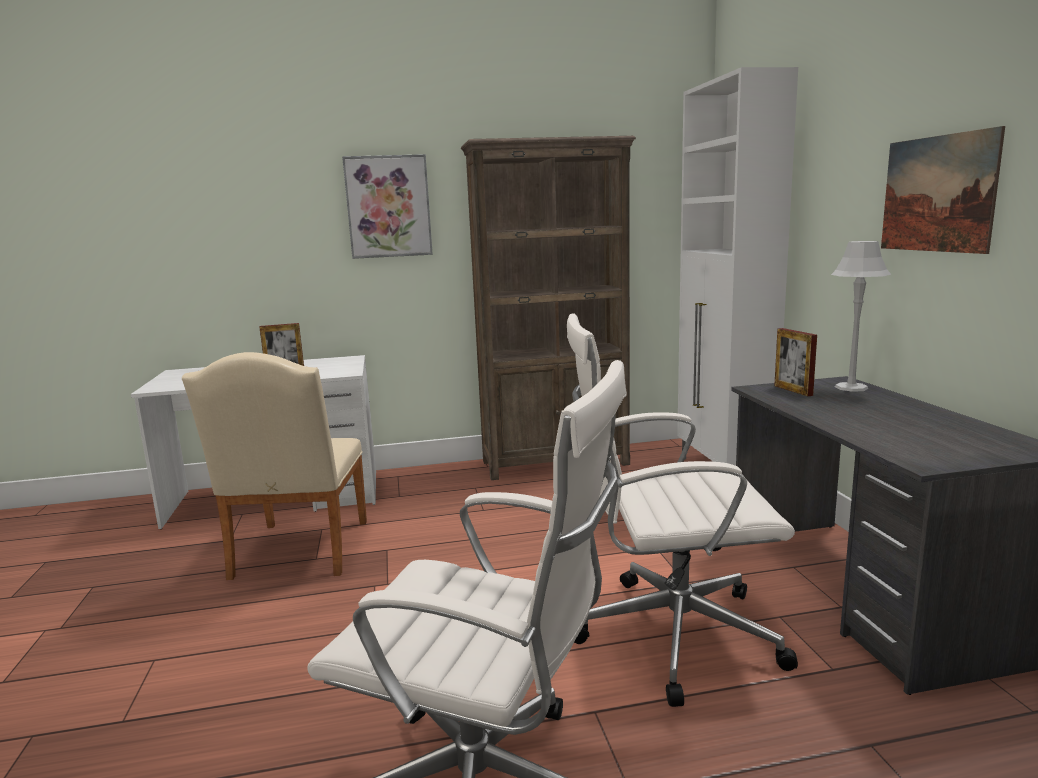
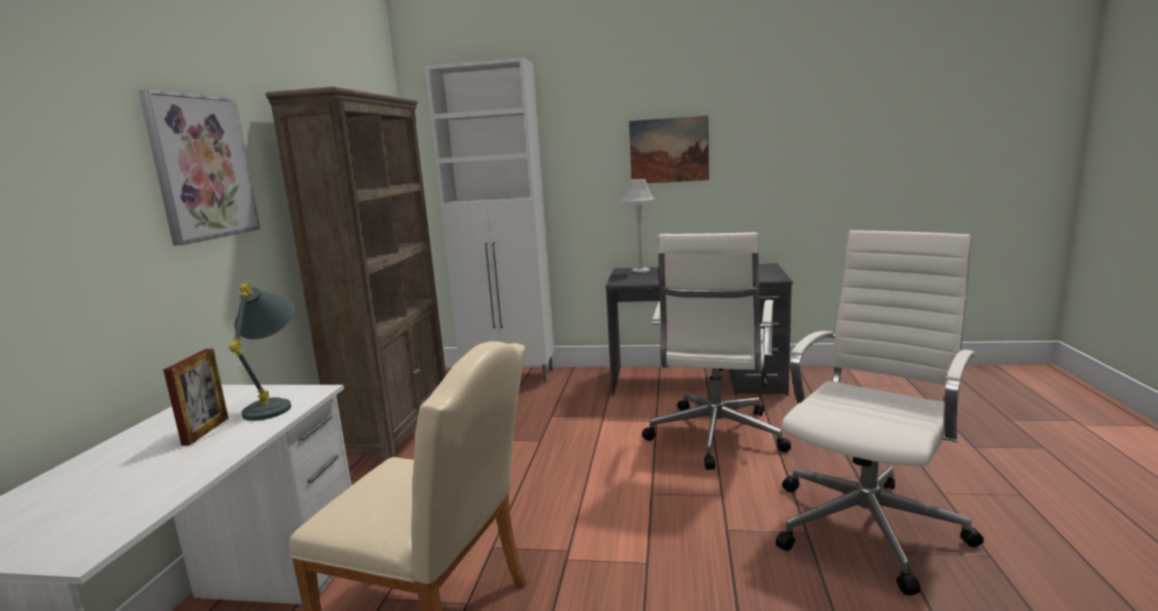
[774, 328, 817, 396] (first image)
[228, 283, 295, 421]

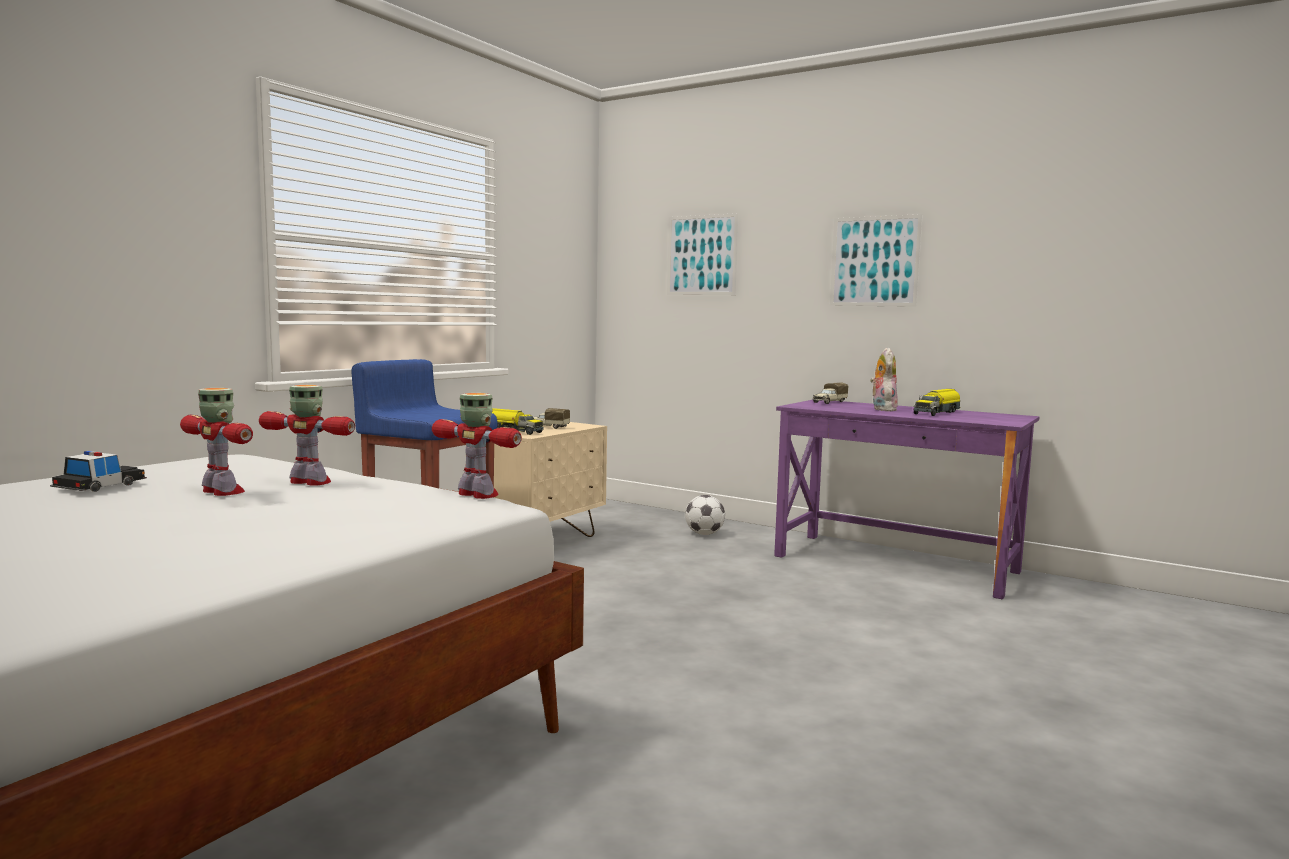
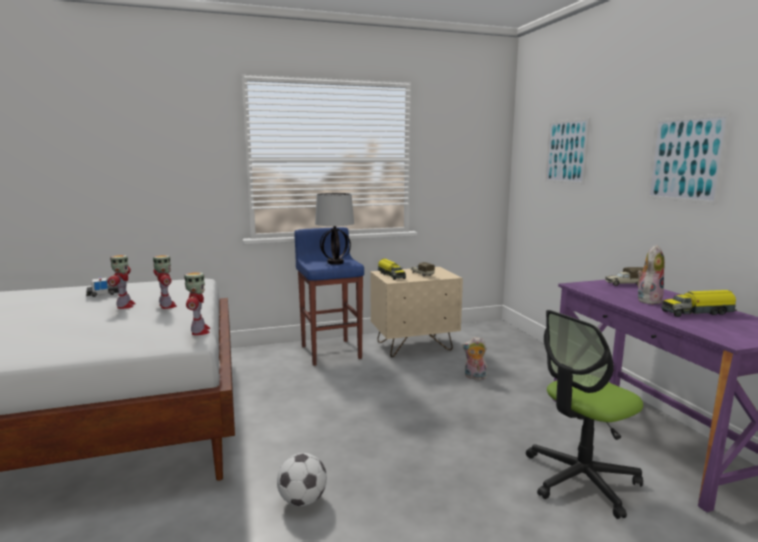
[277, 453, 327, 506]
[315, 193, 354, 265]
[462, 337, 488, 380]
[526, 310, 643, 519]

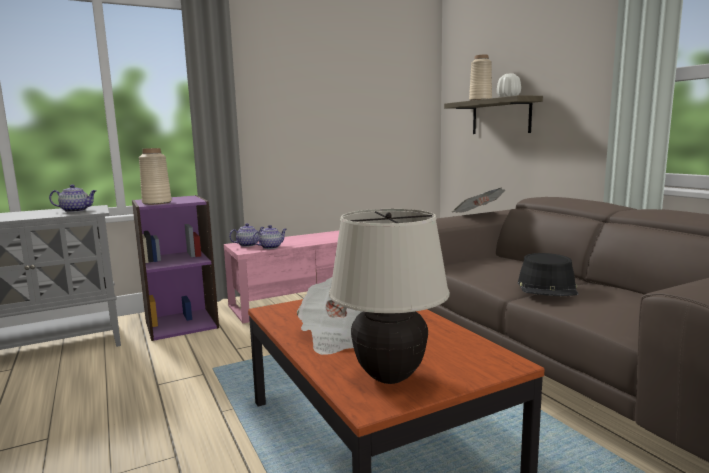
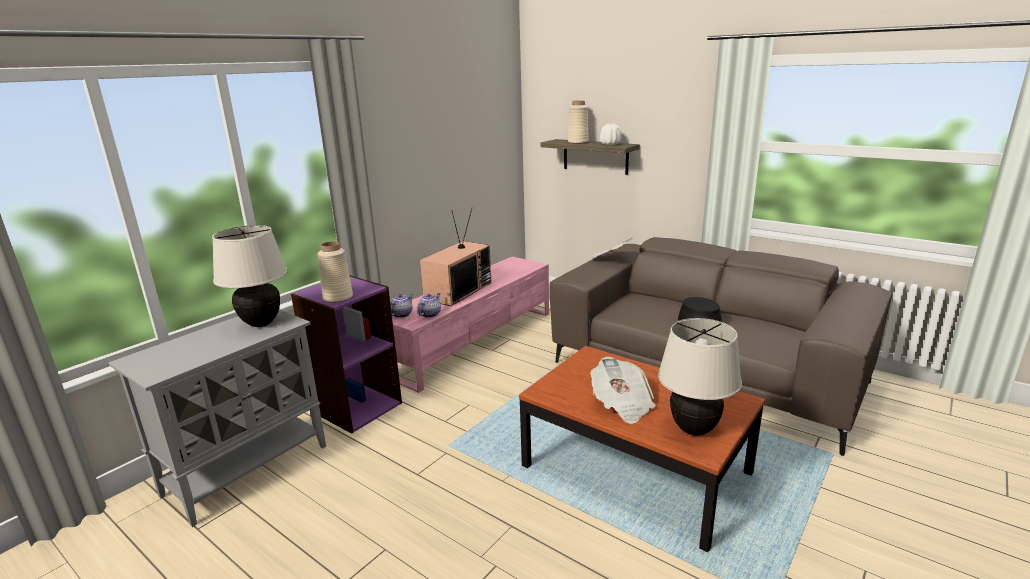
[212, 225, 288, 327]
[420, 207, 491, 306]

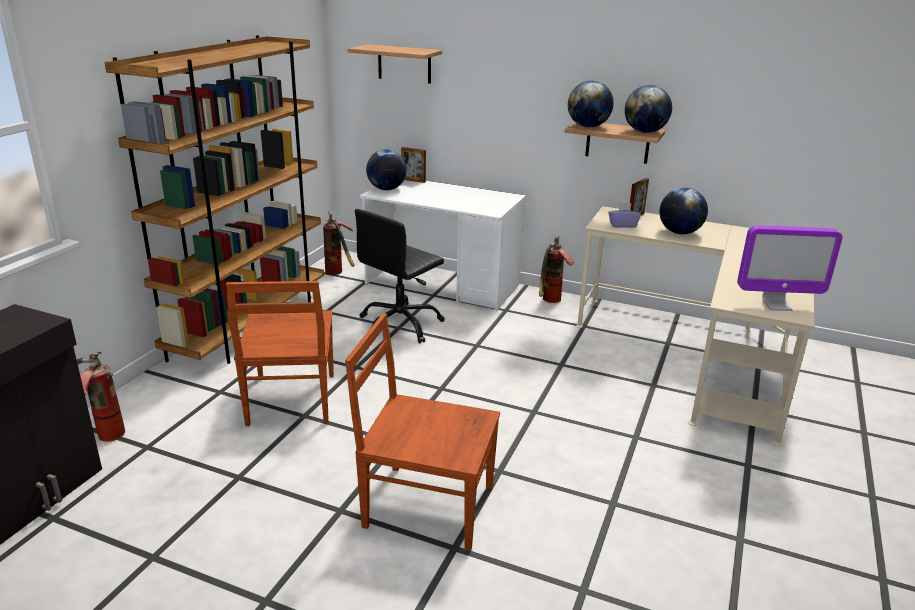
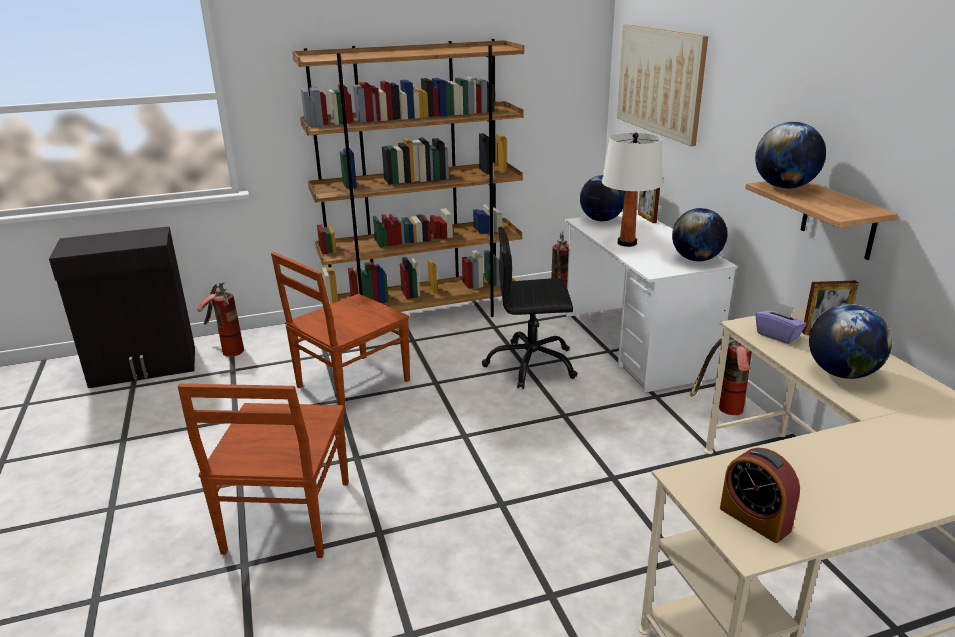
[177, 384, 349, 558]
[617, 24, 708, 146]
[672, 208, 727, 262]
[720, 448, 800, 543]
[602, 132, 662, 247]

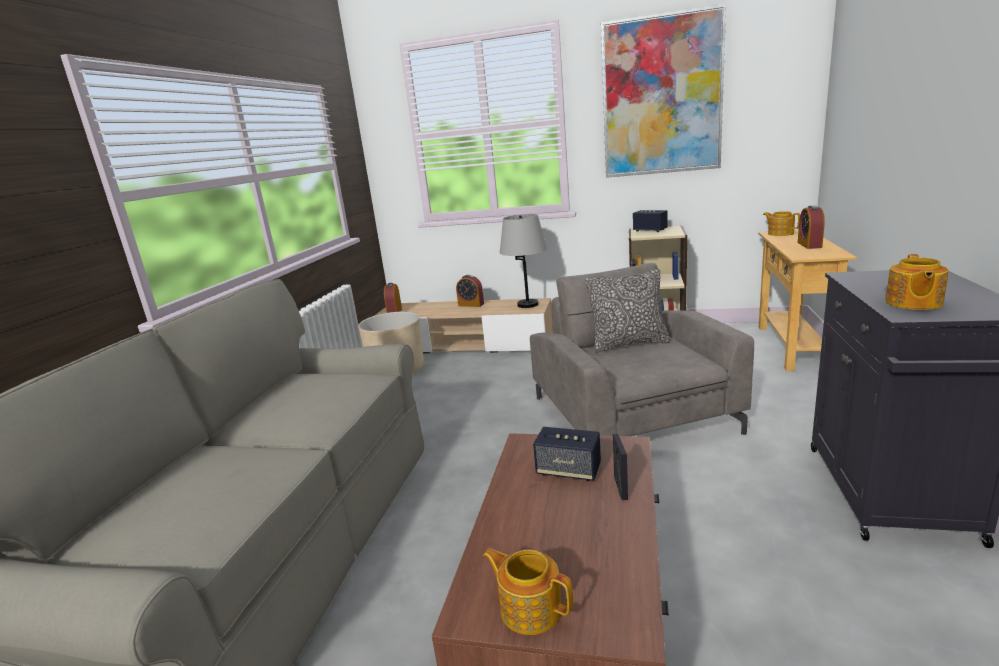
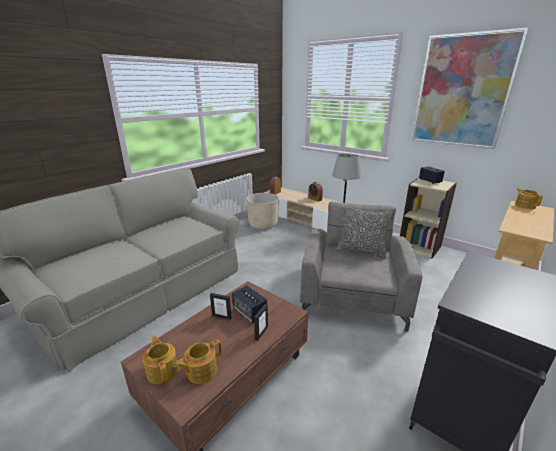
[798, 205, 825, 249] (first image)
[174, 340, 222, 384]
[210, 293, 232, 320]

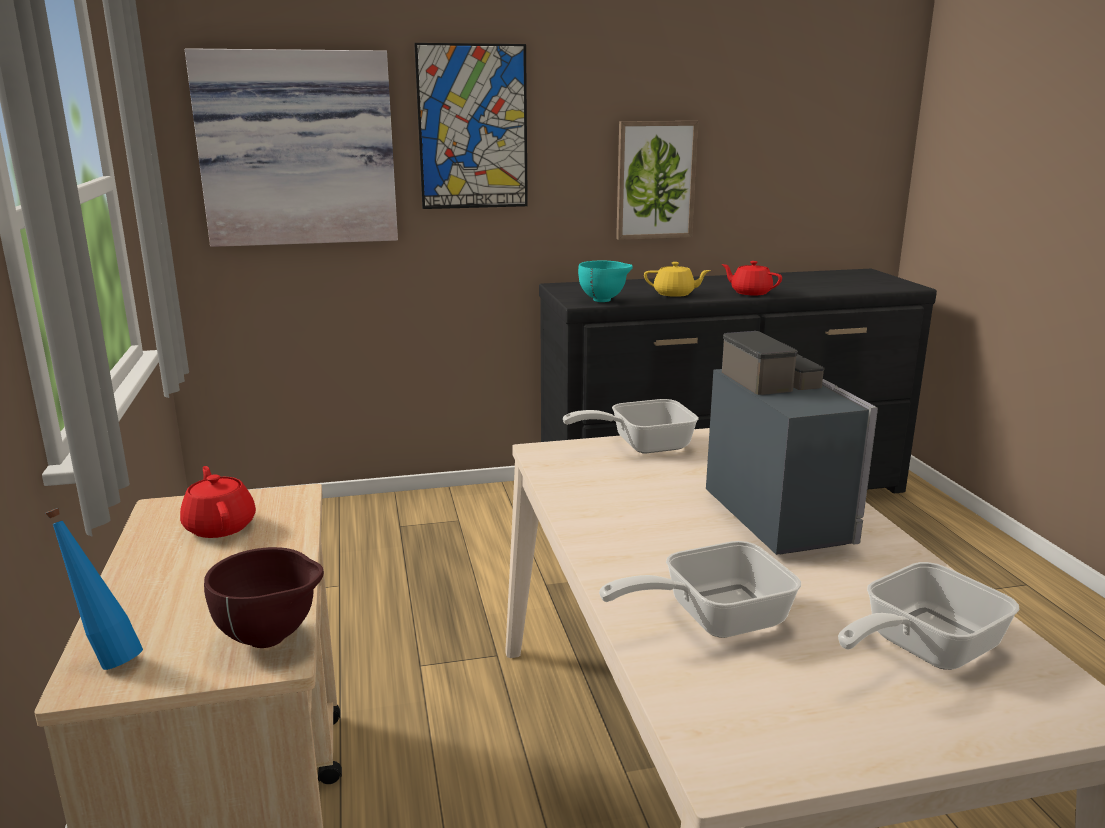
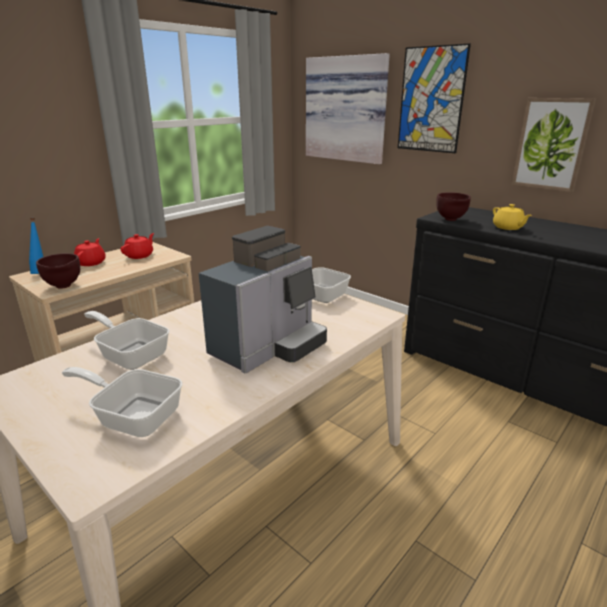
[436, 192, 471, 221]
[74, 238, 106, 266]

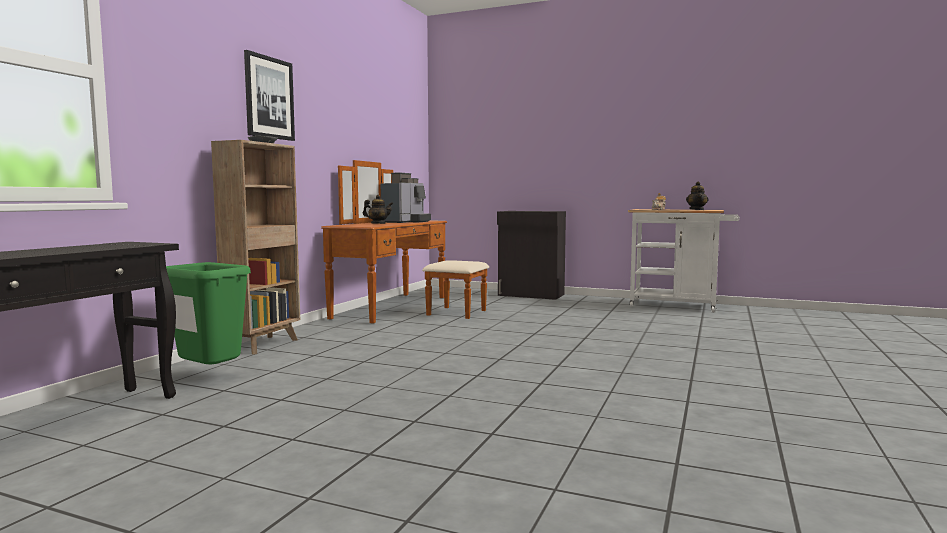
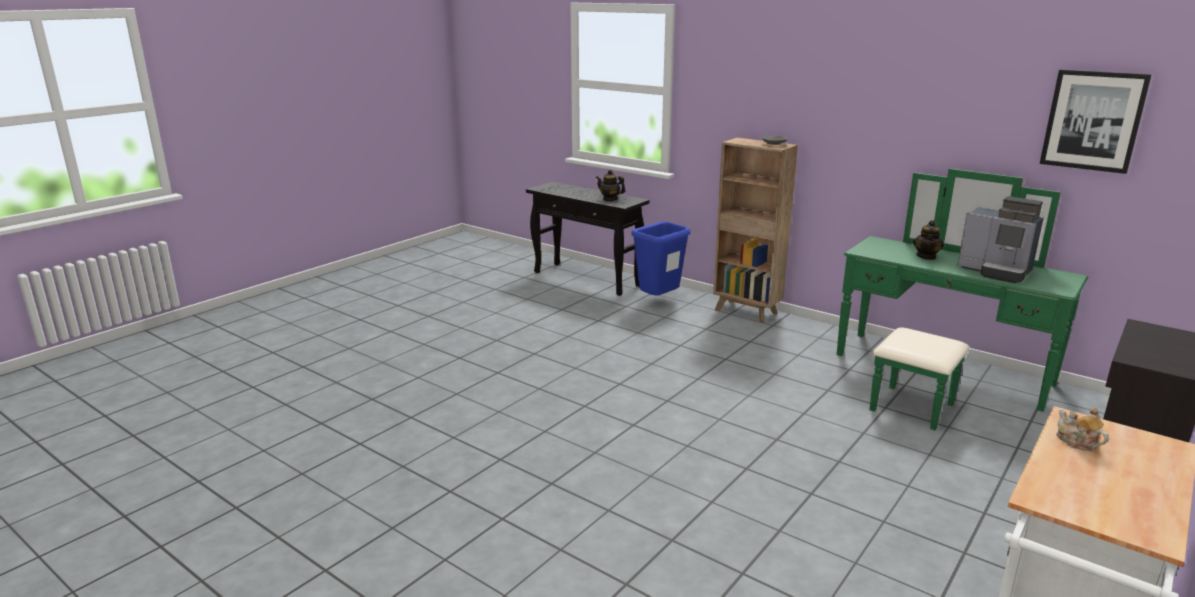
[631, 221, 691, 295]
[1040, 69, 1152, 174]
[837, 168, 1088, 430]
[596, 170, 626, 201]

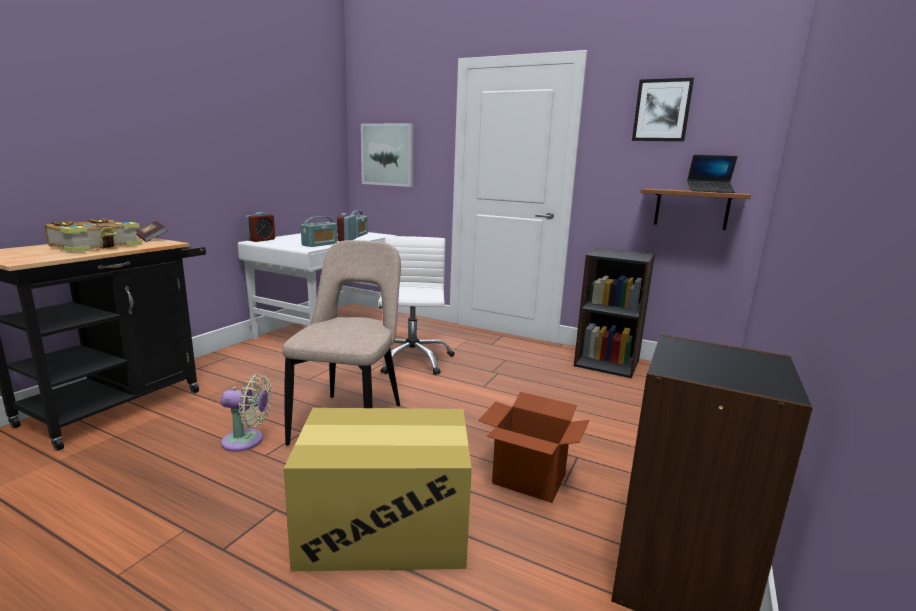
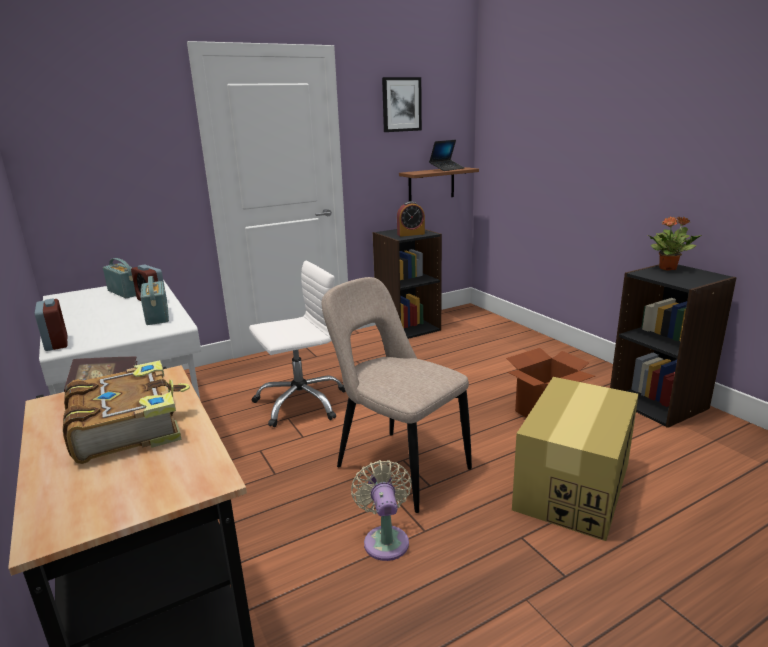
[351, 460, 412, 561]
[361, 123, 413, 187] (first image)
[249, 261, 346, 427]
[397, 201, 425, 237]
[648, 216, 702, 271]

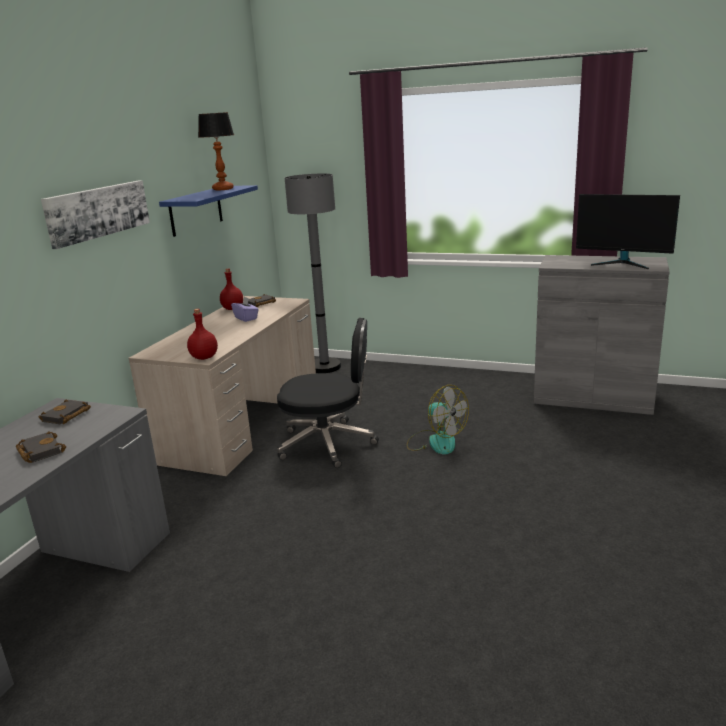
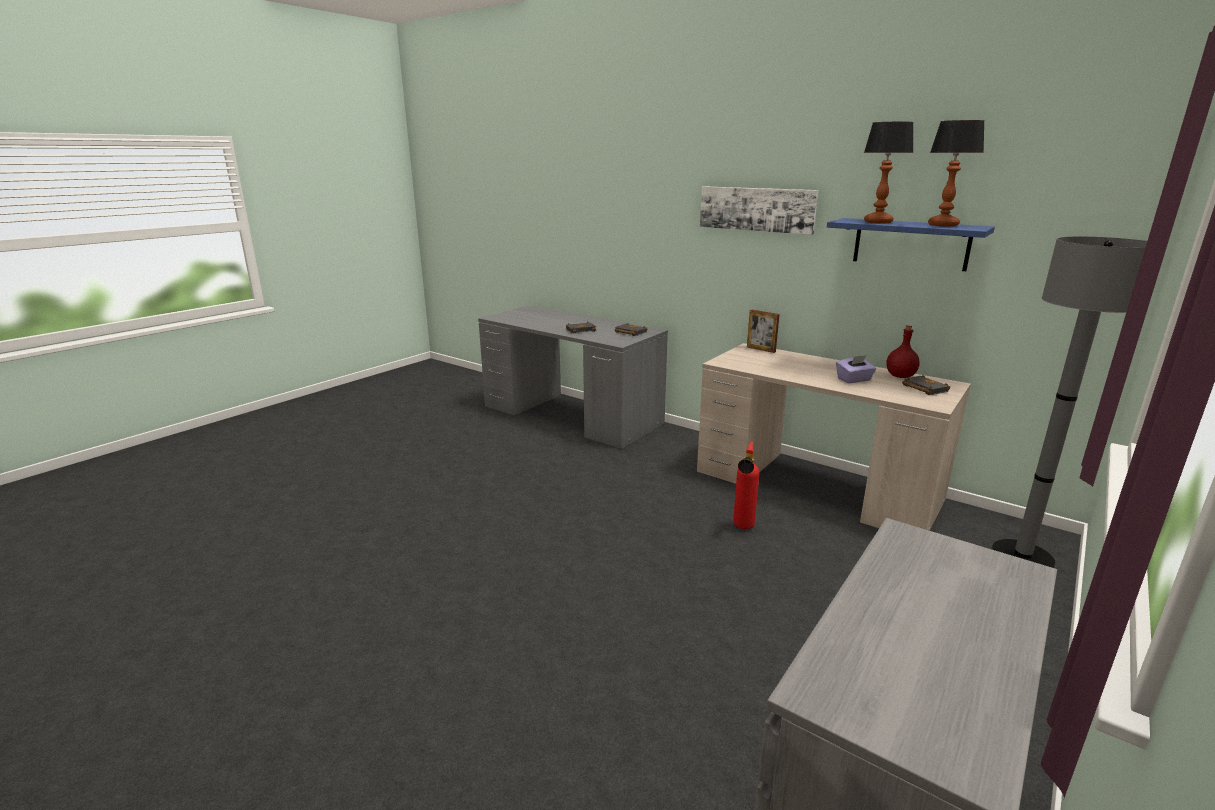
[187, 309, 218, 360] (first image)
[733, 441, 760, 529]
[407, 385, 469, 454] (first image)
[576, 194, 680, 269] (first image)
[747, 310, 780, 353]
[864, 122, 914, 223]

